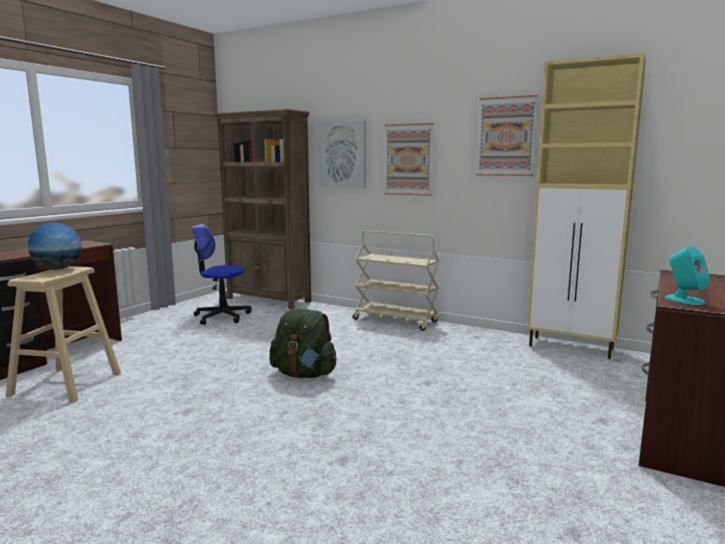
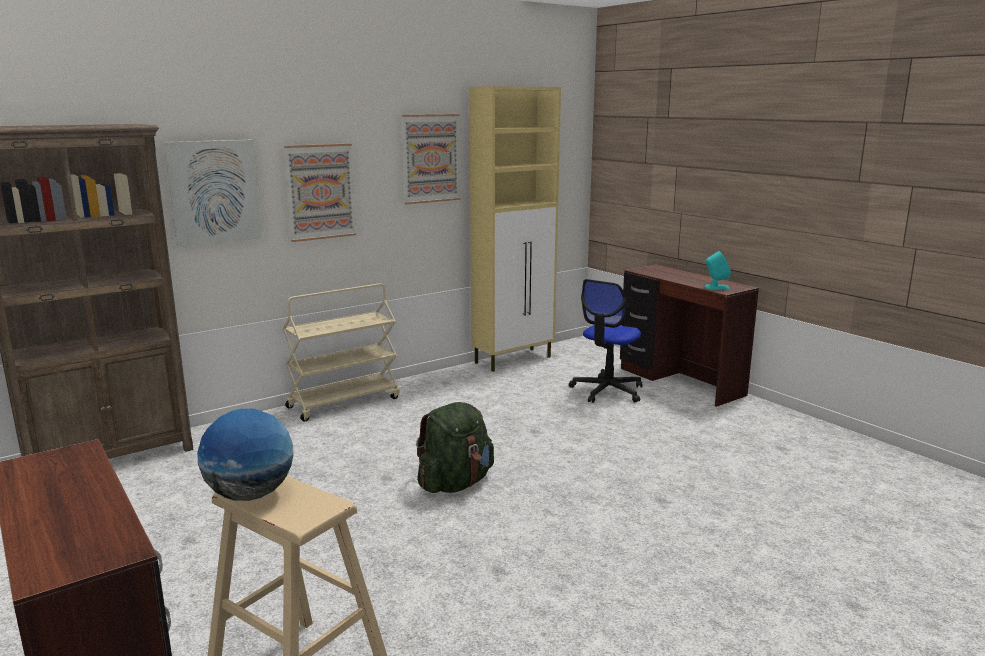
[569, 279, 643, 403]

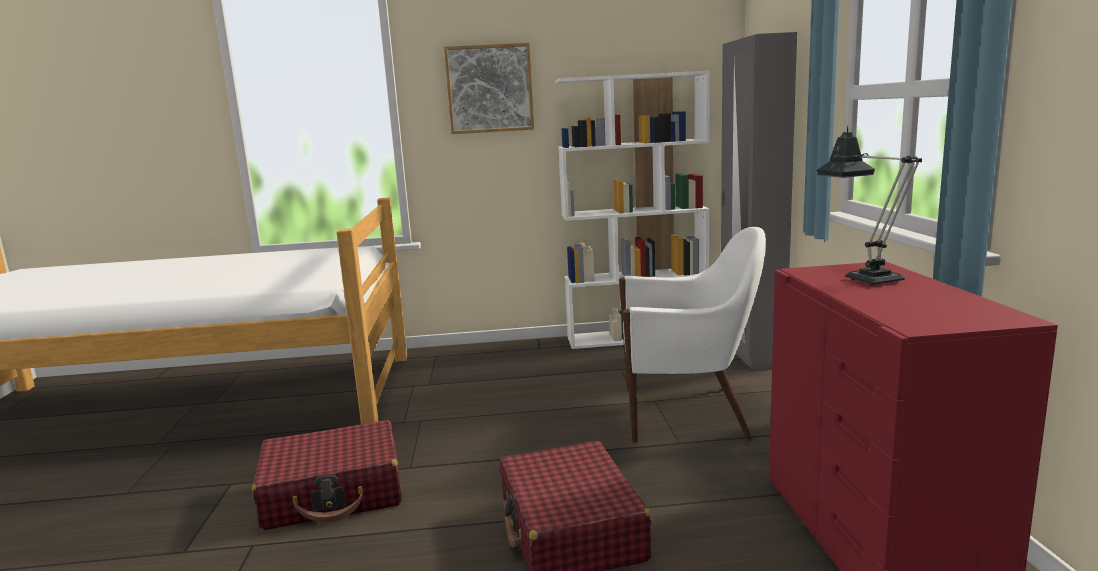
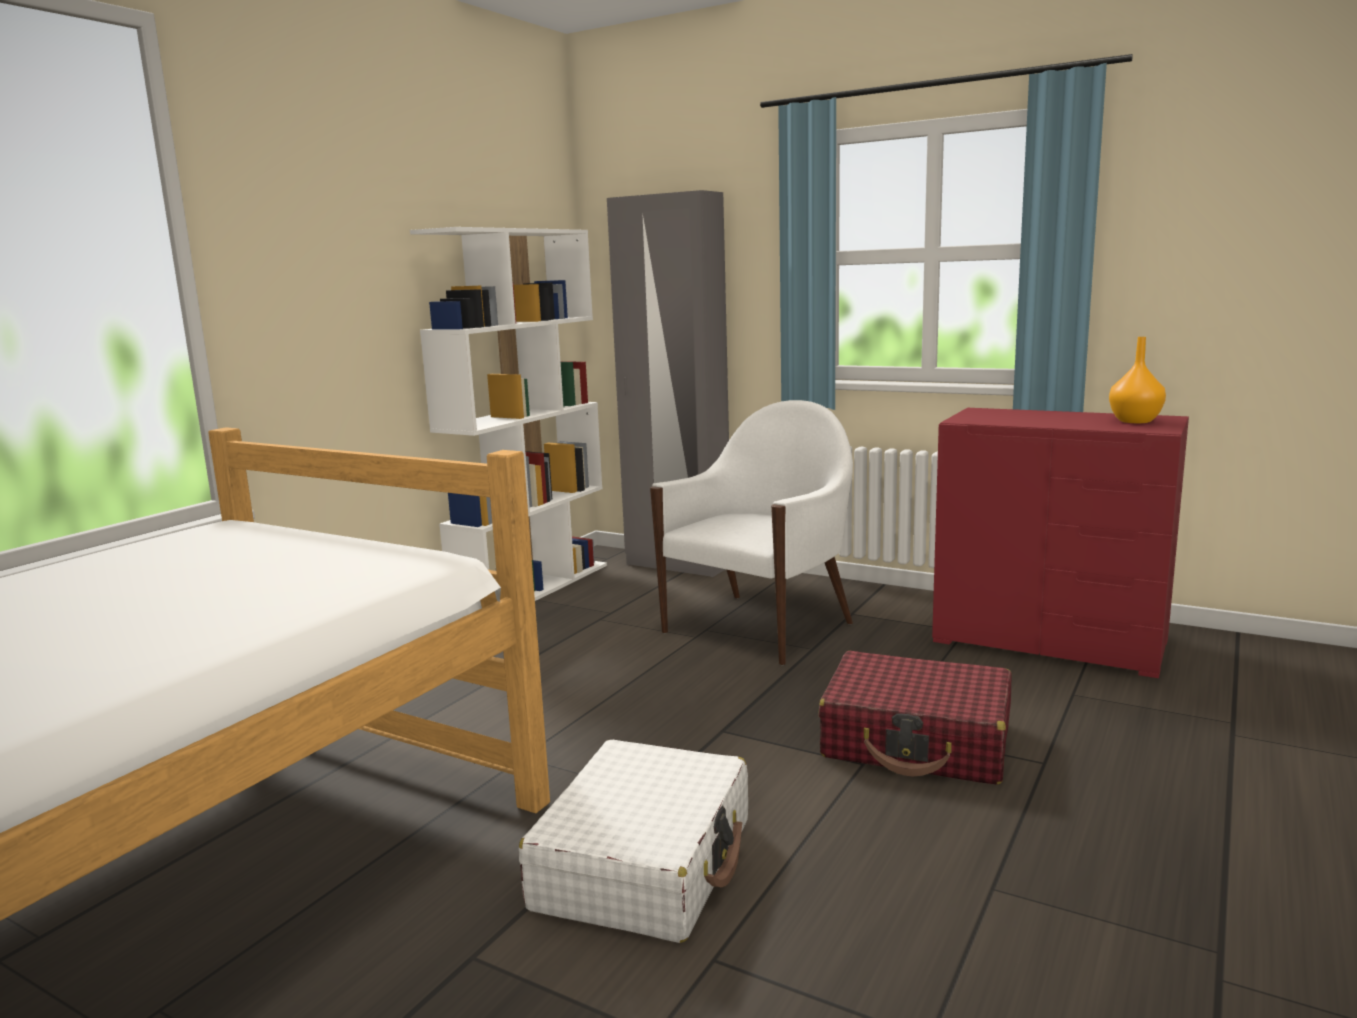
[519, 740, 748, 943]
[444, 43, 534, 134] (first image)
[817, 126, 922, 285] (first image)
[1109, 337, 1166, 423]

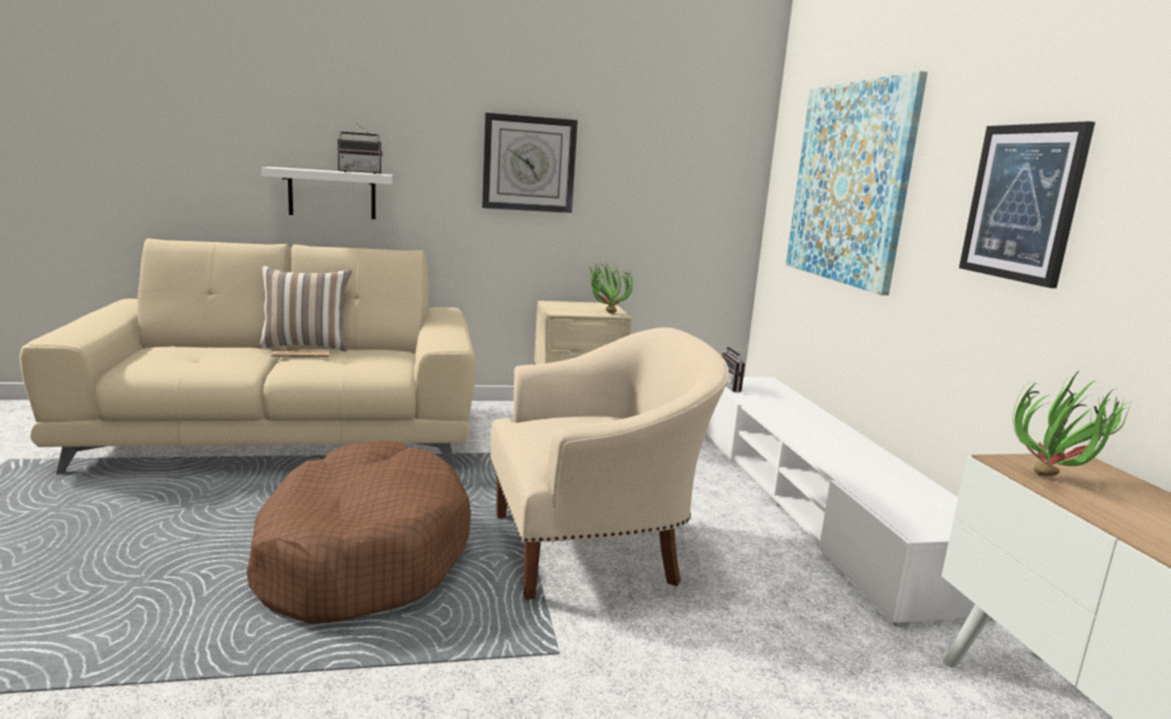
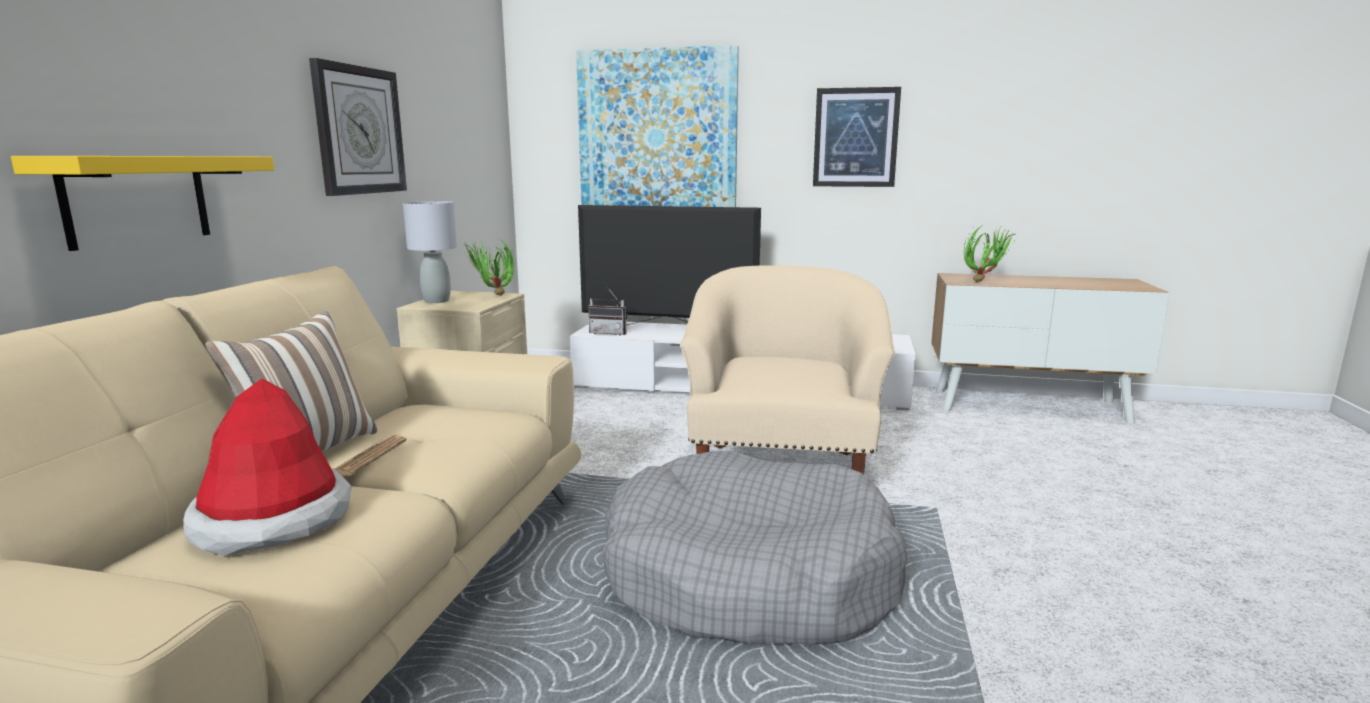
[602, 451, 907, 645]
[11, 156, 274, 251]
[337, 122, 383, 174] (first image)
[183, 378, 351, 556]
[403, 201, 457, 303]
[578, 205, 761, 325]

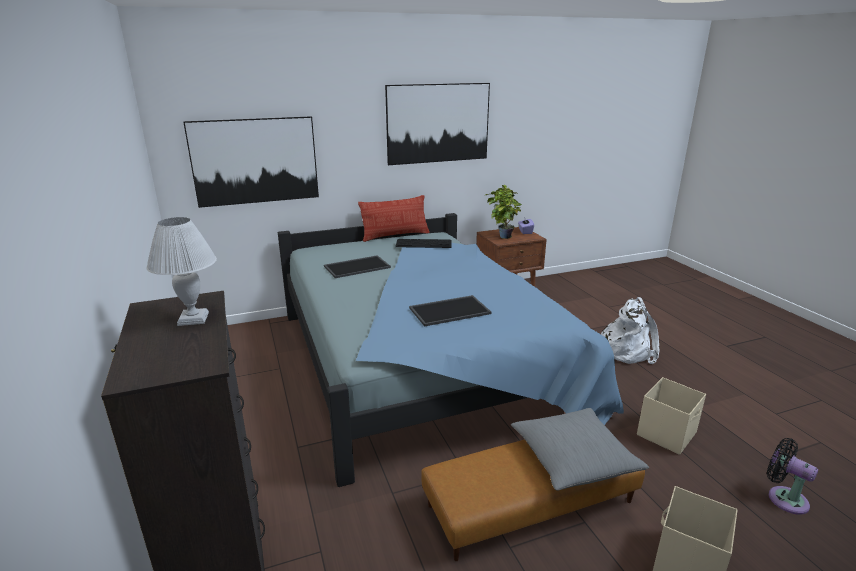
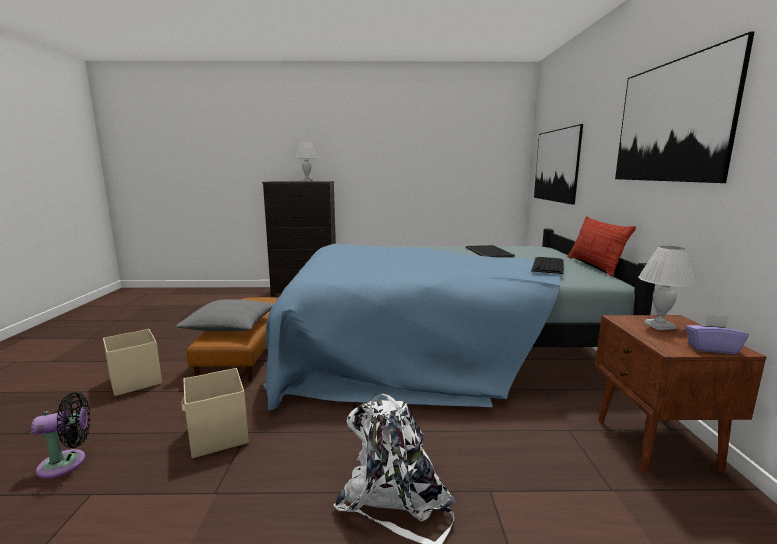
[409, 295, 491, 327] (first image)
[638, 246, 698, 330]

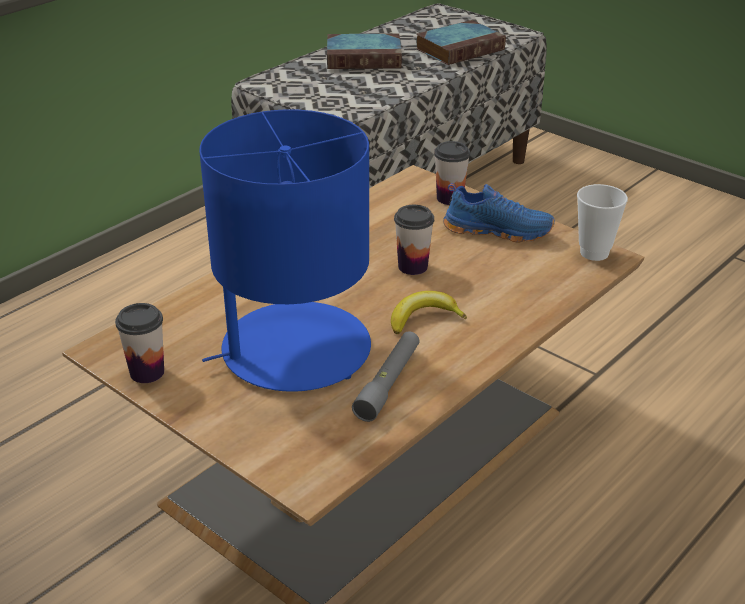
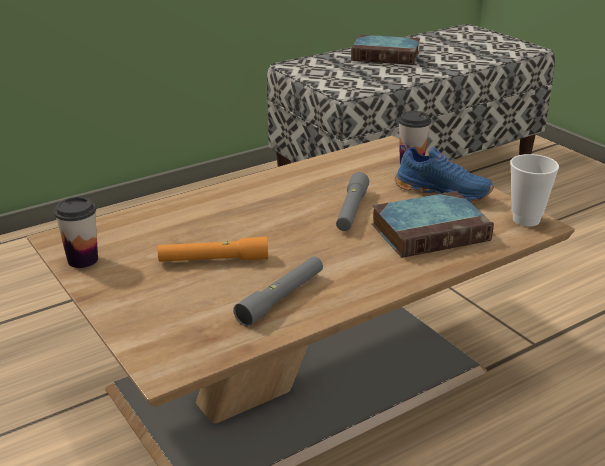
[158, 237, 268, 262]
[391, 291, 467, 334] (first image)
[336, 172, 369, 231]
[371, 191, 494, 258]

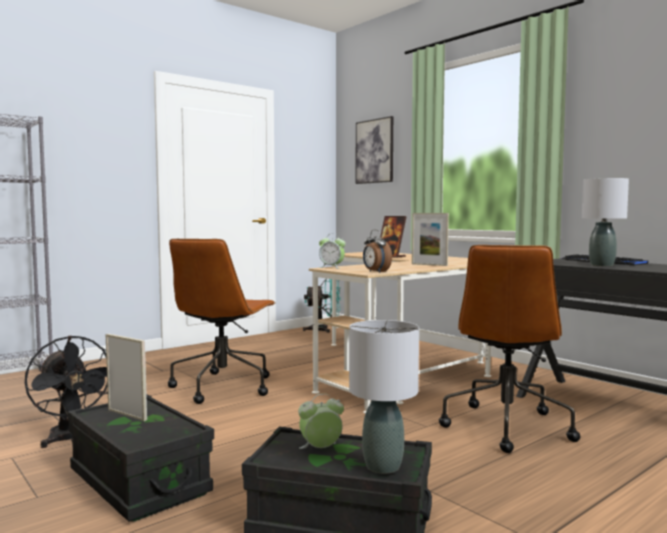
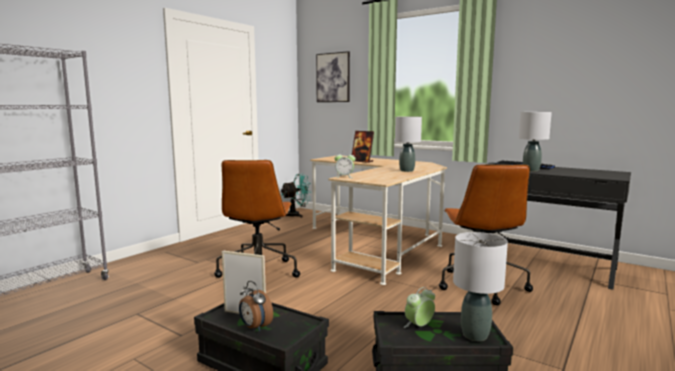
[25, 335, 108, 448] (first image)
[239, 281, 273, 332]
[395, 116, 422, 172]

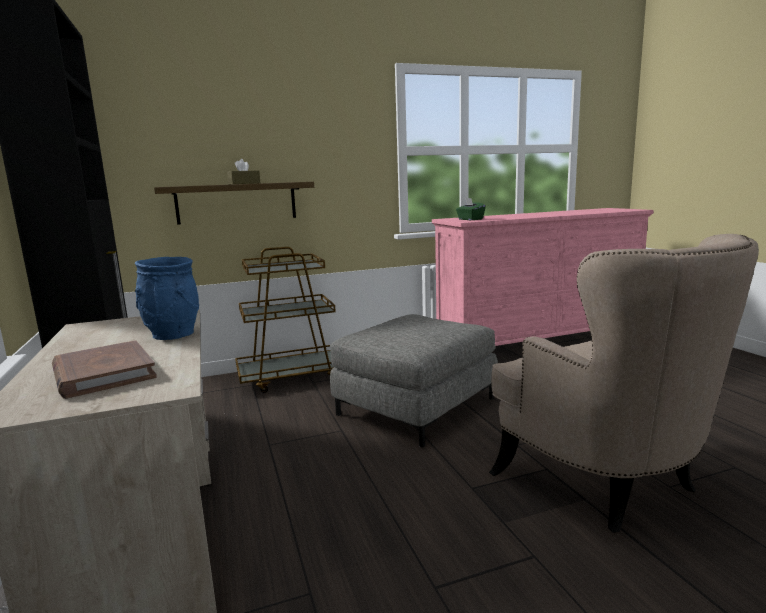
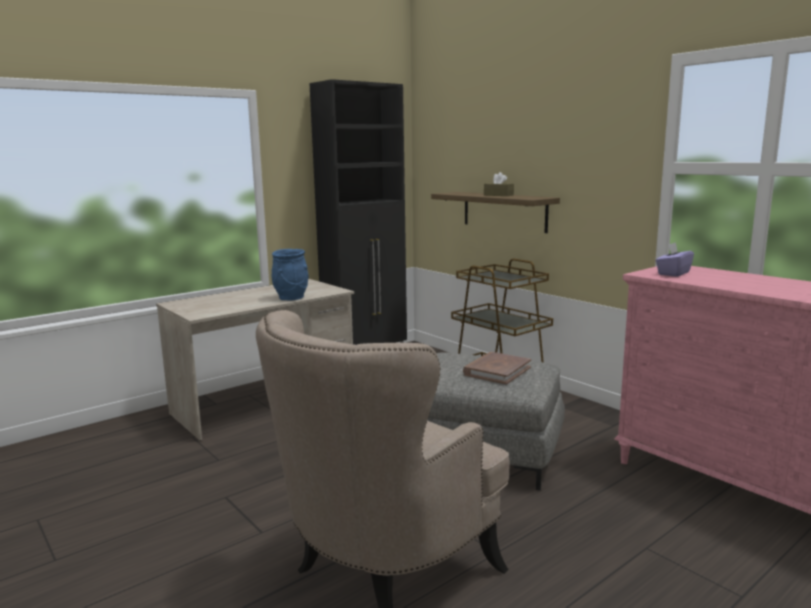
[463, 352, 531, 385]
[656, 242, 694, 277]

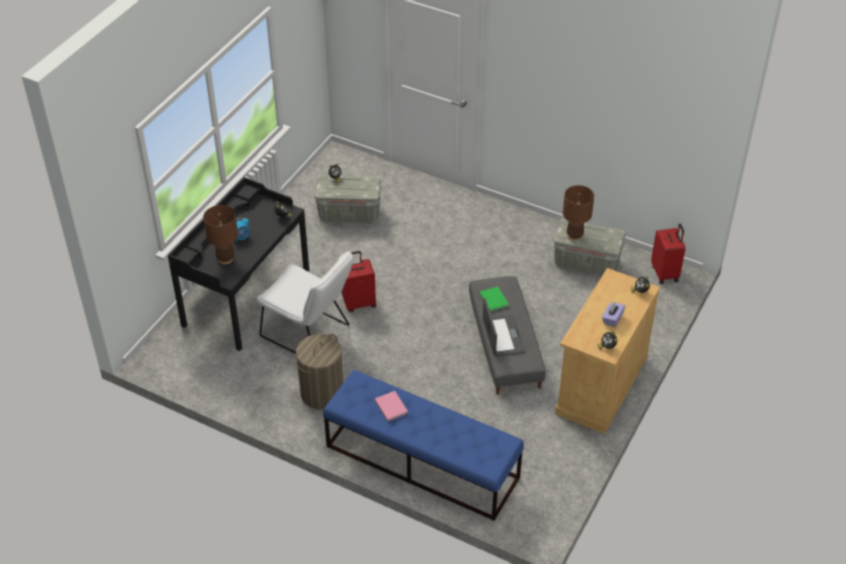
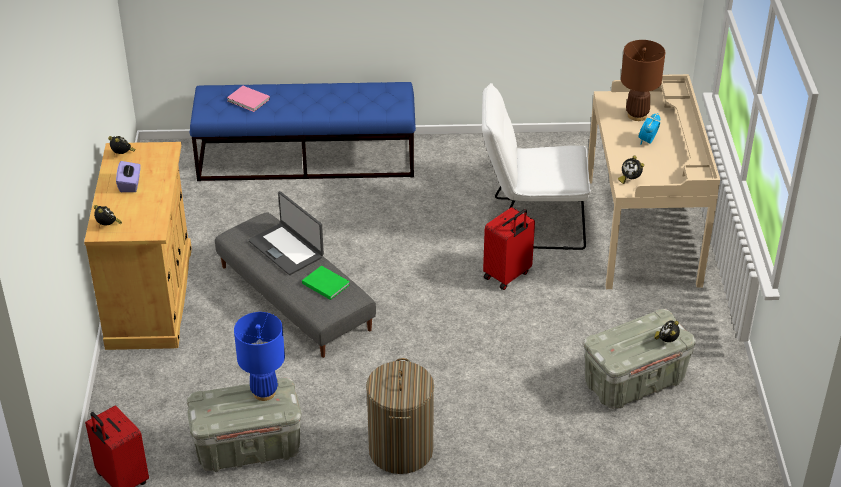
[588, 74, 720, 289]
[366, 358, 434, 474]
[227, 86, 270, 112]
[234, 312, 285, 401]

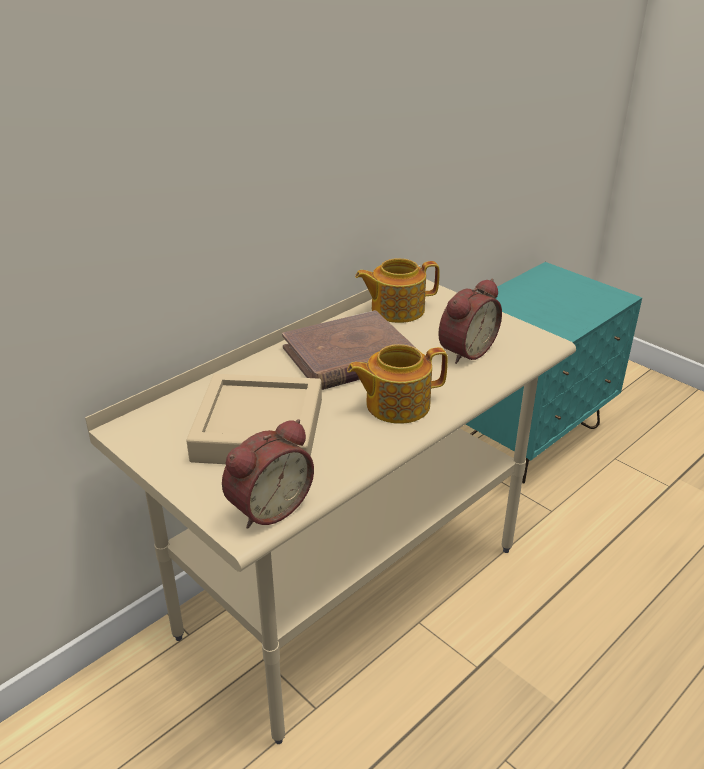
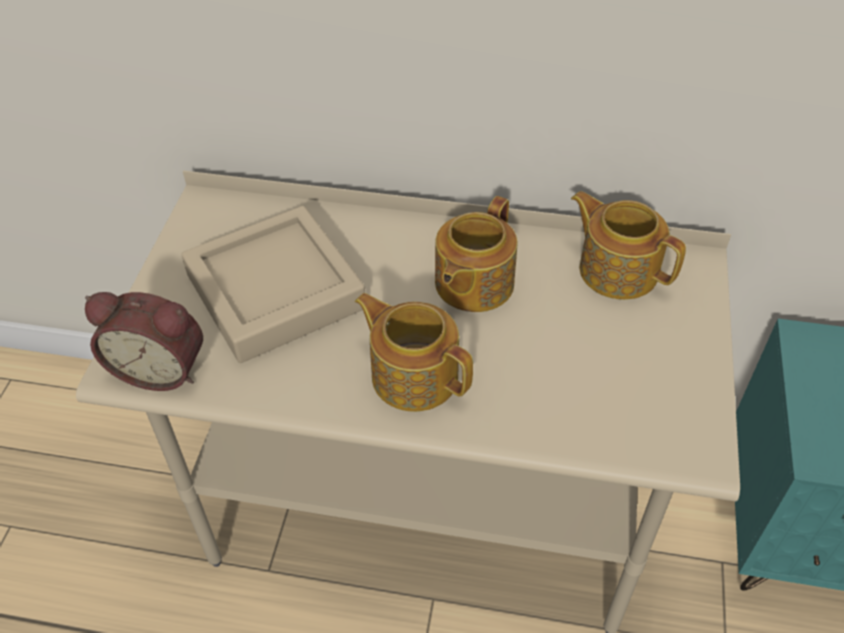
[435, 196, 517, 312]
[438, 279, 502, 364] (first image)

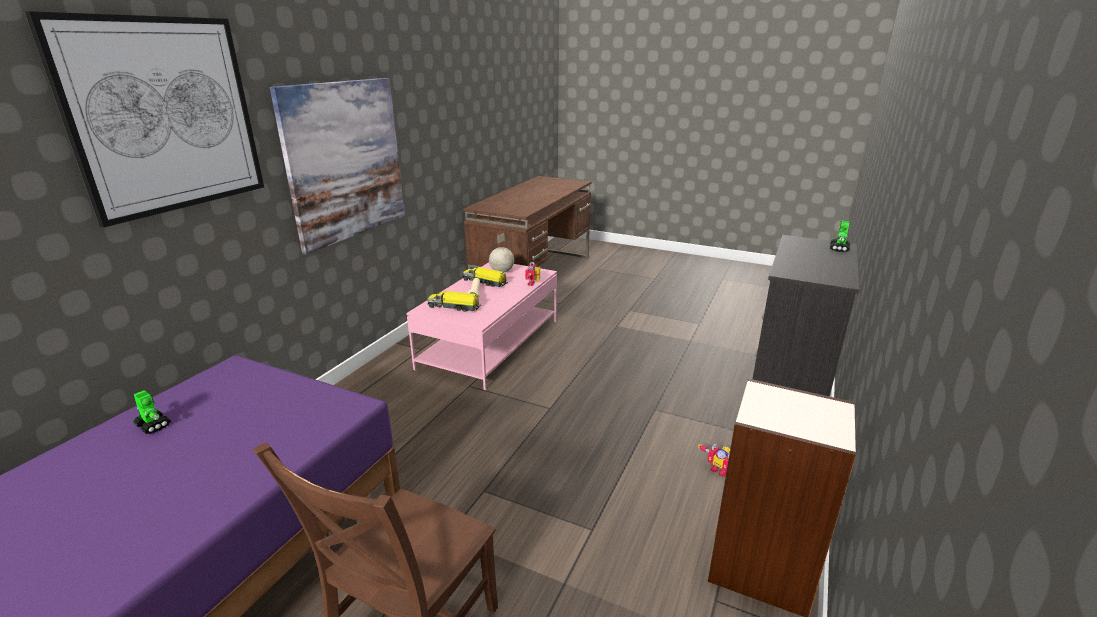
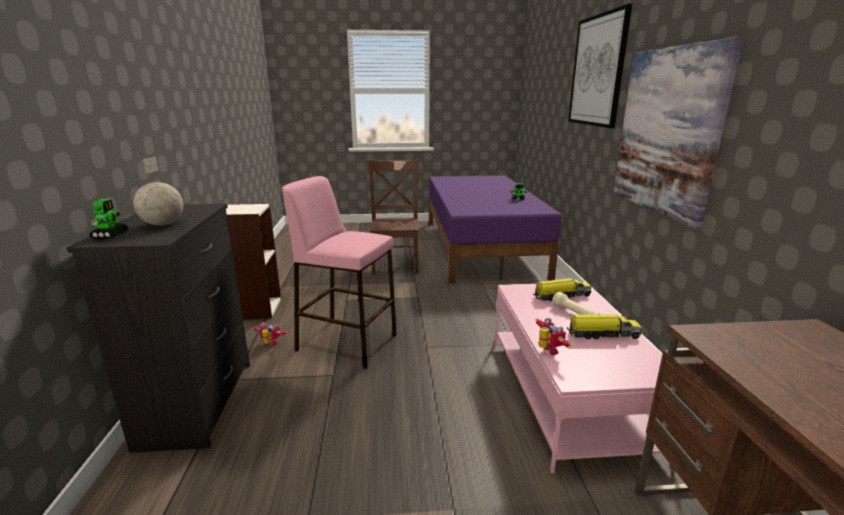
[133, 156, 183, 226]
[282, 176, 397, 369]

